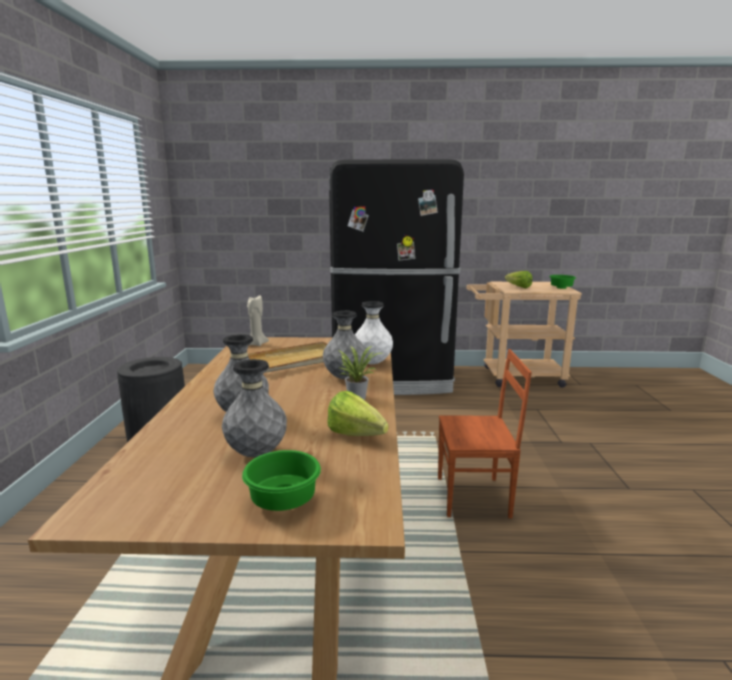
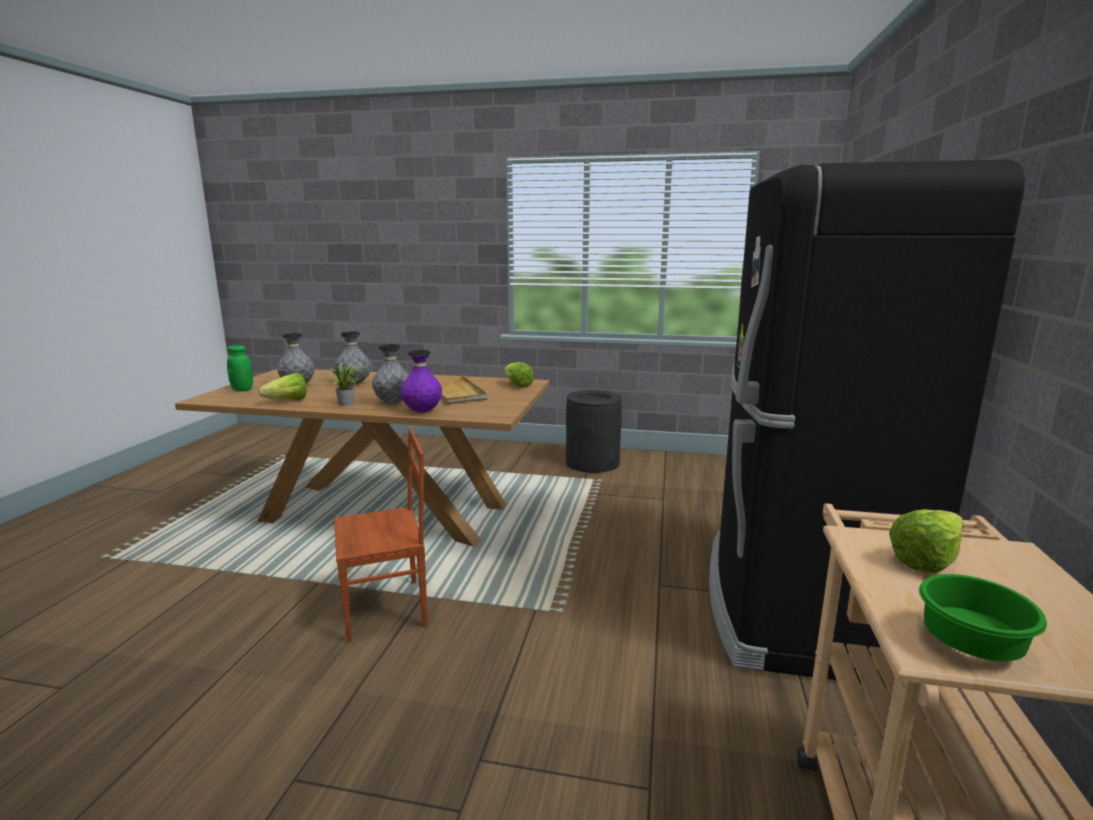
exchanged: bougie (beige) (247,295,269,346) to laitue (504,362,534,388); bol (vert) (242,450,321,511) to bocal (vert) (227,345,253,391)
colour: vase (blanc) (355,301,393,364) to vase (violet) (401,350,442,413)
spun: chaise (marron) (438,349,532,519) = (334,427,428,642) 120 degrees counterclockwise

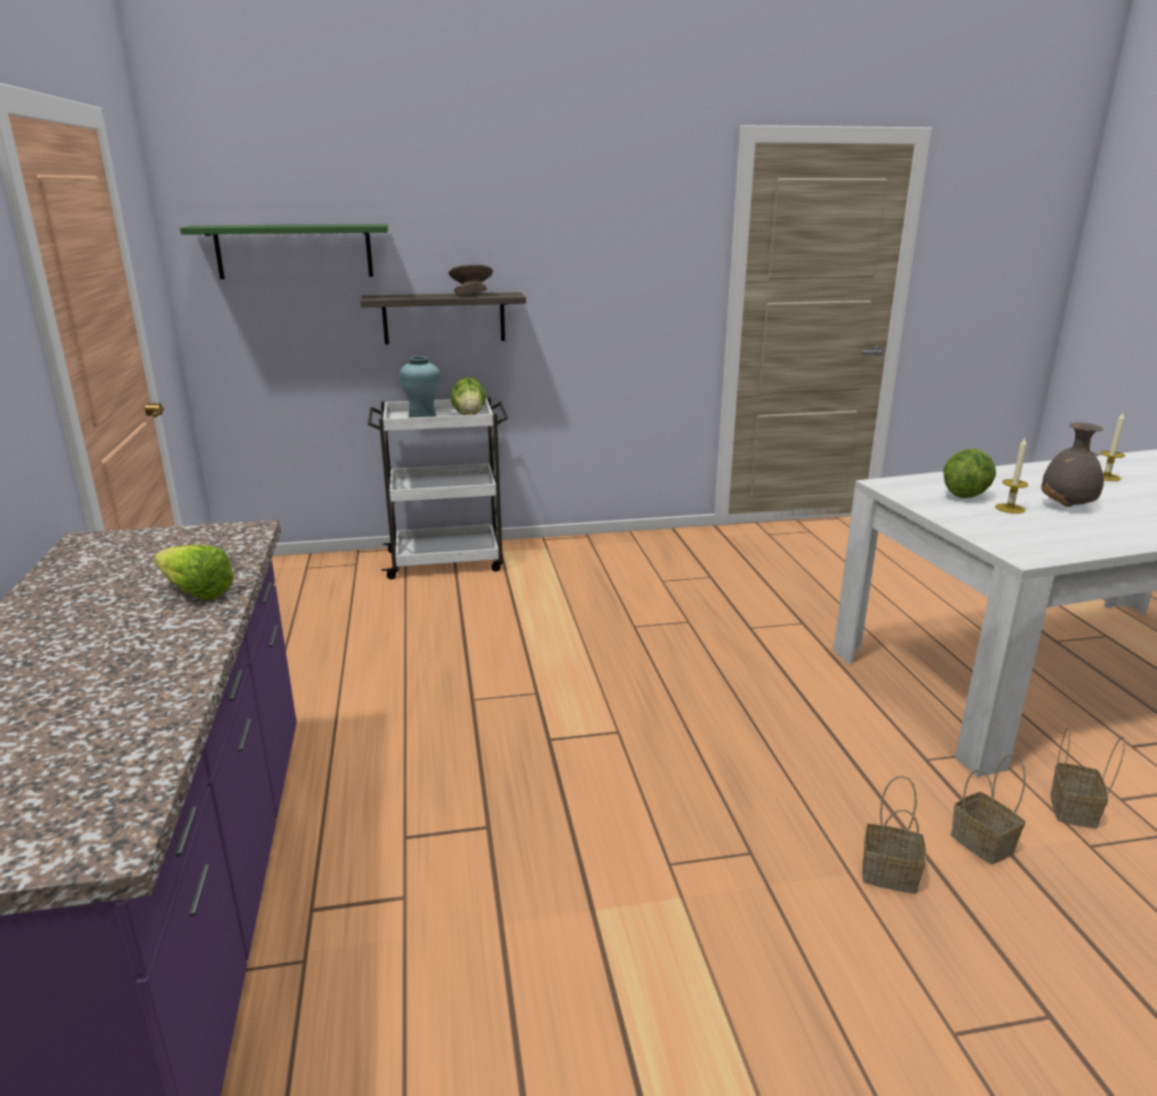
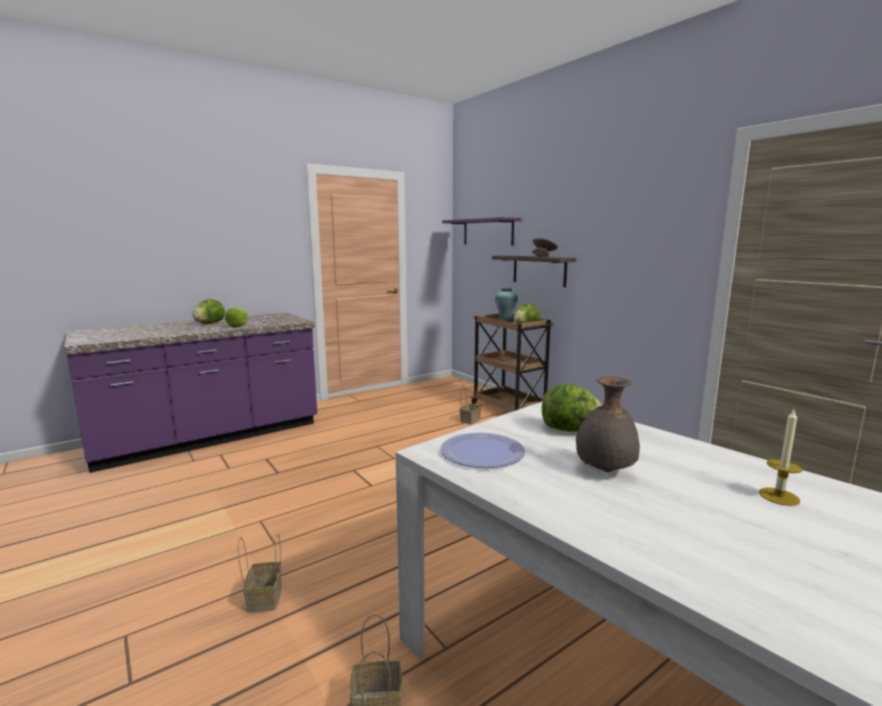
missing: bougie (995,438,1028,514)
appeared: laitue (193,299,225,324); assiette (441,432,525,468)
relocated: panier (951,754,1026,865) to (460,385,481,425)
colour: étagère (vert) (180,224,388,279) to étagère (violet) (442,217,521,246); chariot (blanc) (367,397,508,579) to chariot (marron) (470,313,554,412)

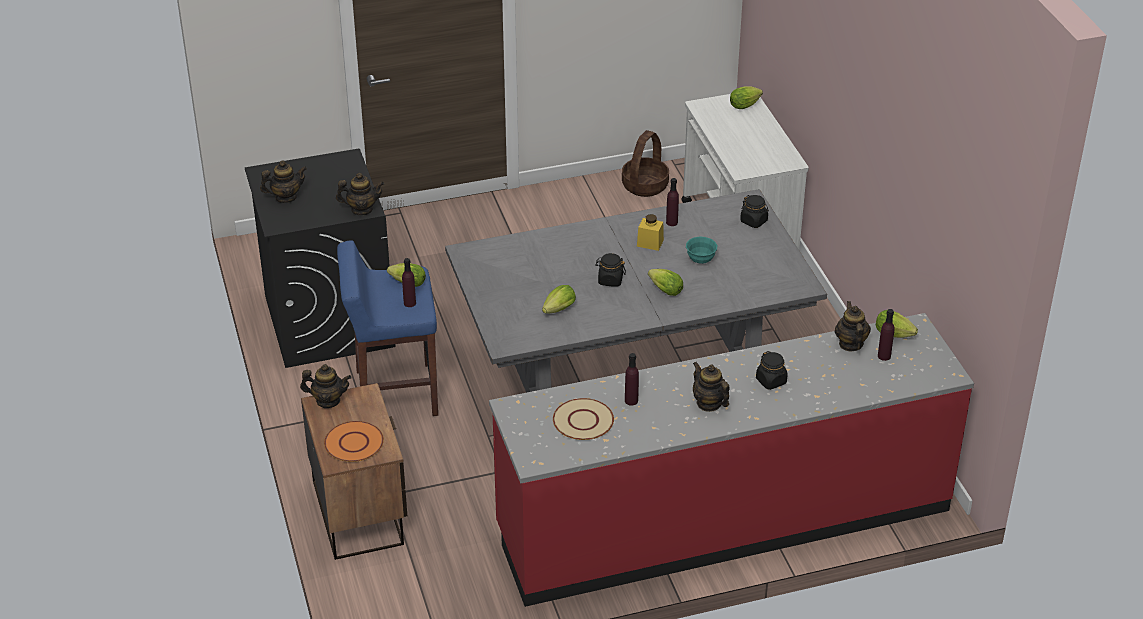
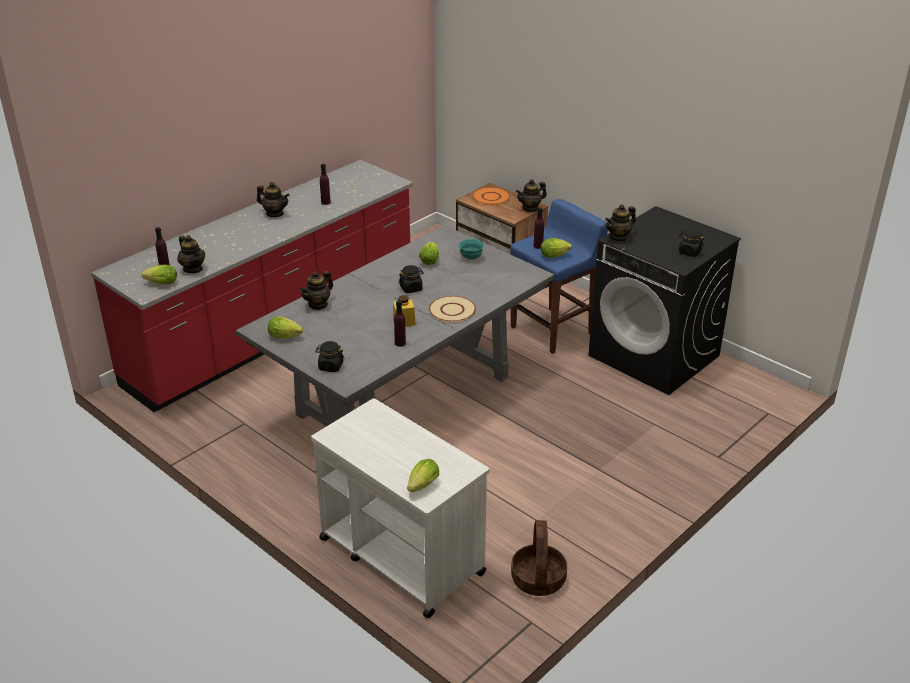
relocated: théière (260,161,307,203) to (300,271,333,310); bol (turquoise) (686,236,718,264) to (459,239,484,260); laitue (648,269,683,296) to (268,316,303,339); bocal (noir) (756,351,788,390) to (679,229,704,257); assiette (beige) (553,398,614,440) to (429,296,476,322)

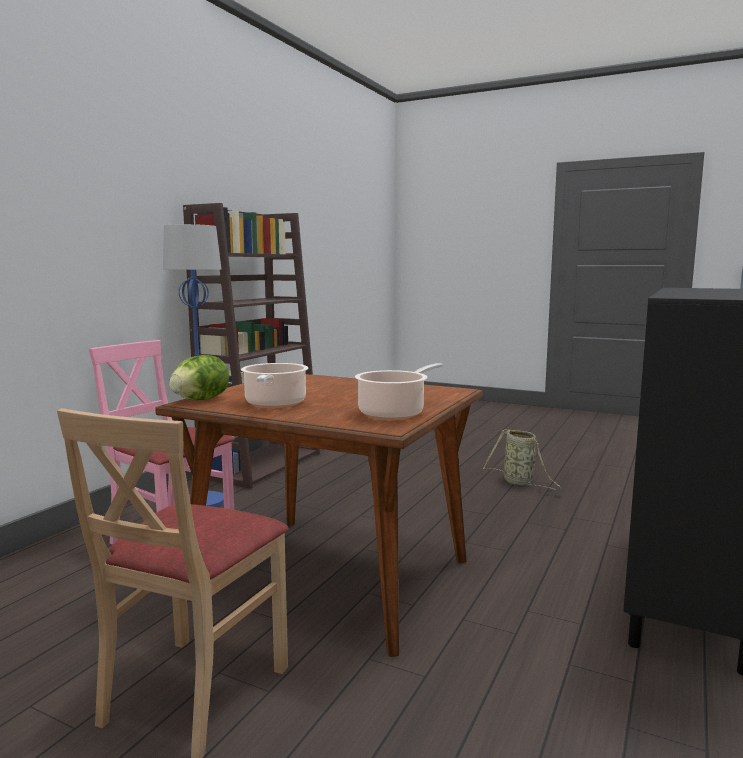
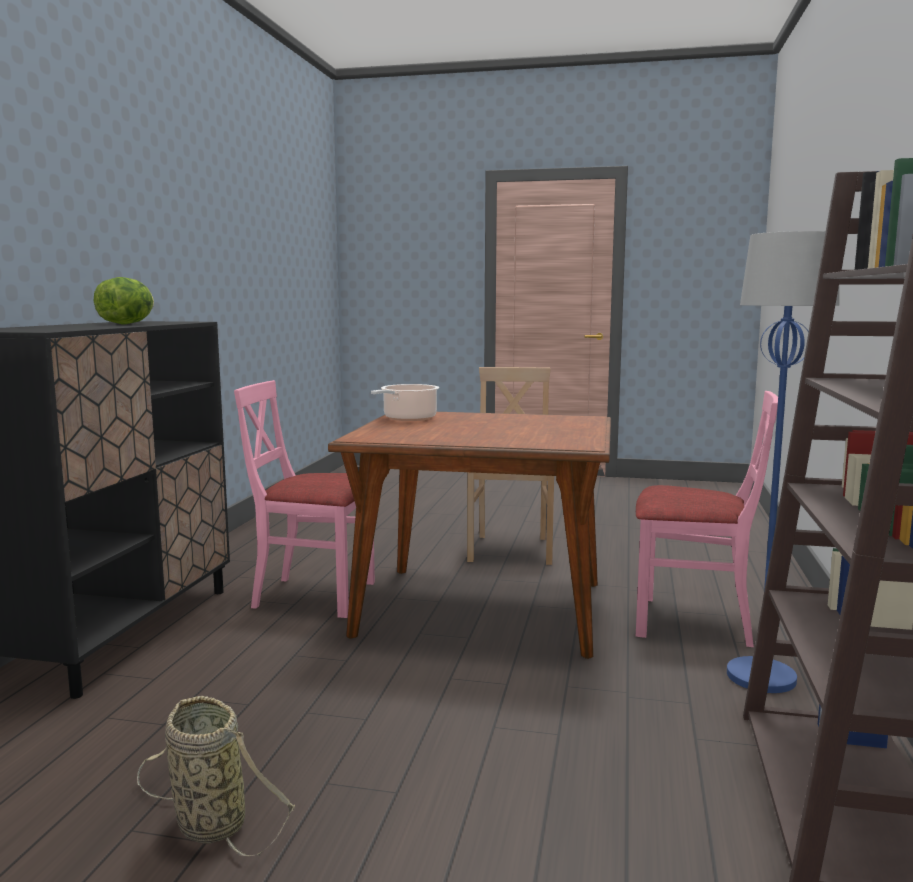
missing: marmite (241,363,308,408)
appeared: chaise (rose) (234,380,375,618)
relocated: laitue (169,355,229,400) to (94,277,154,324)

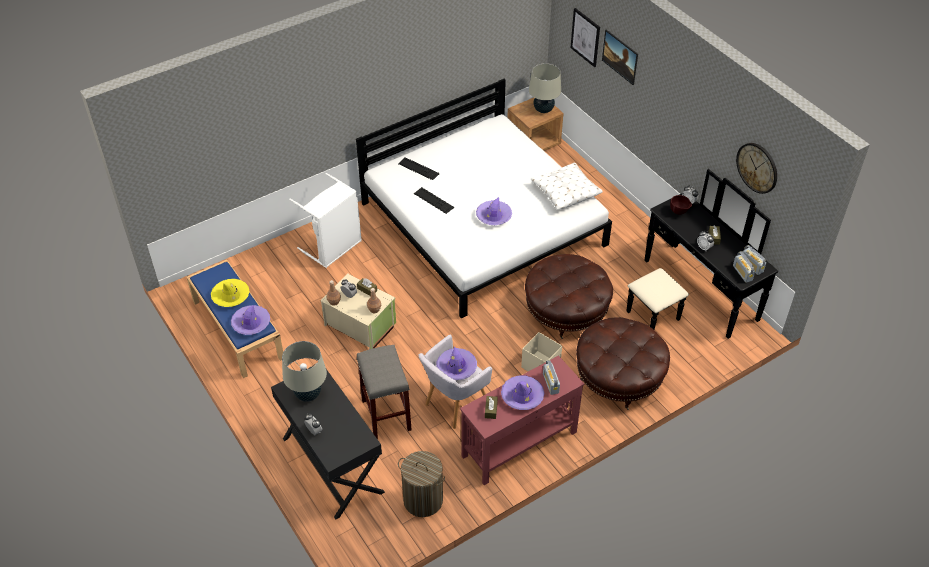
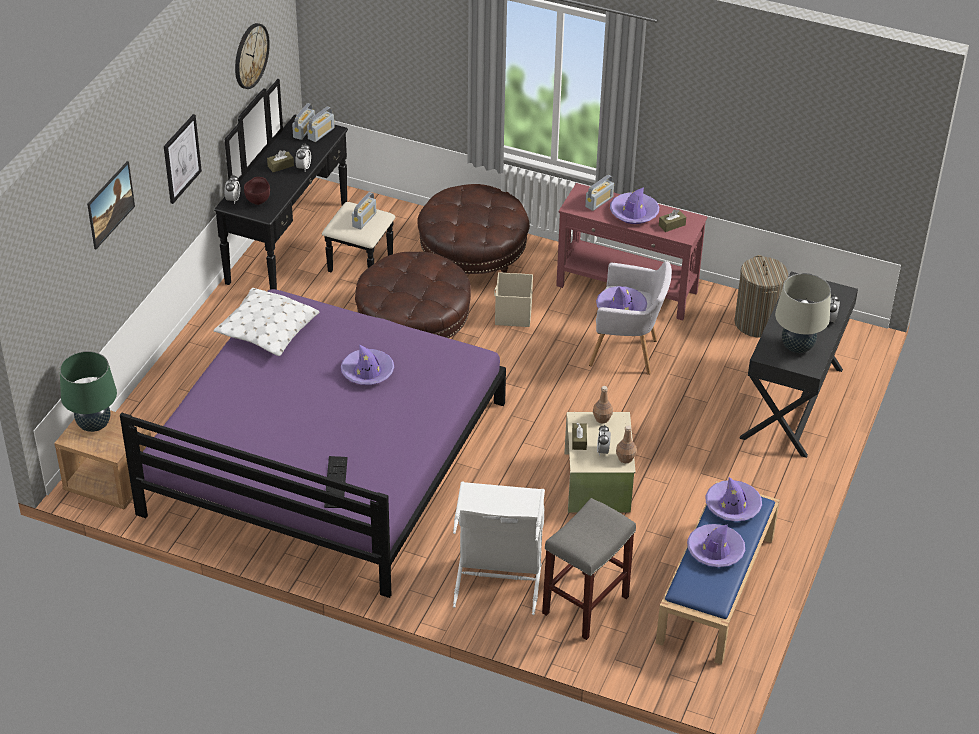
missing: clavier (414,187,454,214)
appeared: radio (352,192,376,229)
relocated: tableau (571,8,600,67) to (164,114,202,204); tabouret (gris) (357,345,412,439) to (542,498,636,640)
colour: lampe de table (beige) (529,63,561,113) to lampe de table (vert) (60,351,117,432); lit (blanc) (356,79,612,319) to lit (violet) (120,289,506,598); chapeau (jaune) (211,279,249,307) to chapeau (violet) (687,524,745,567)

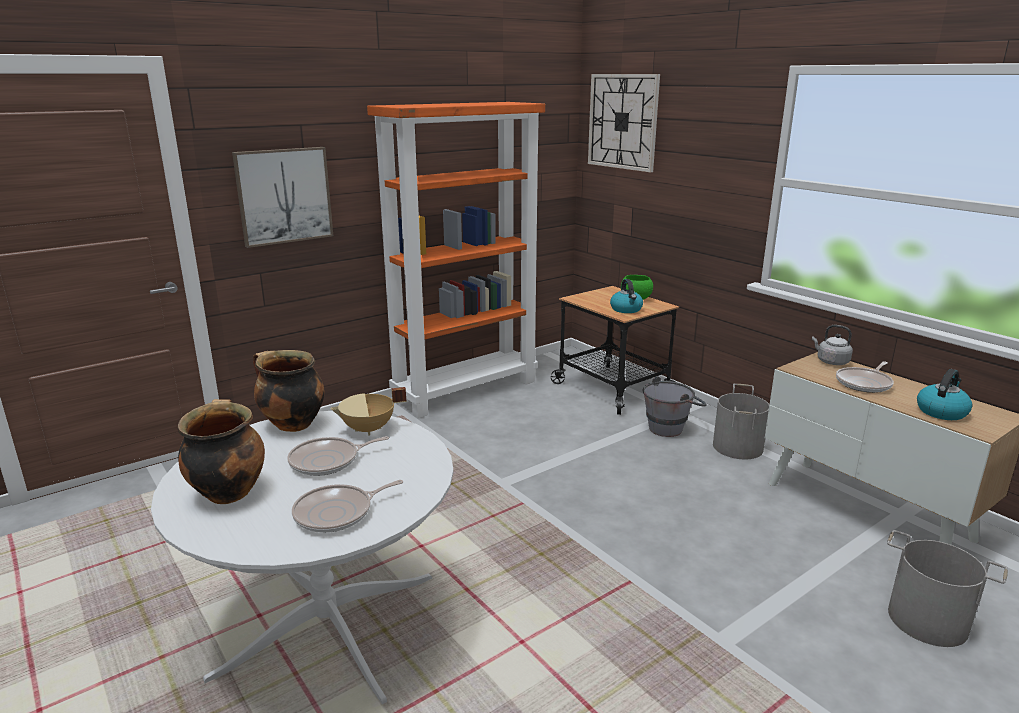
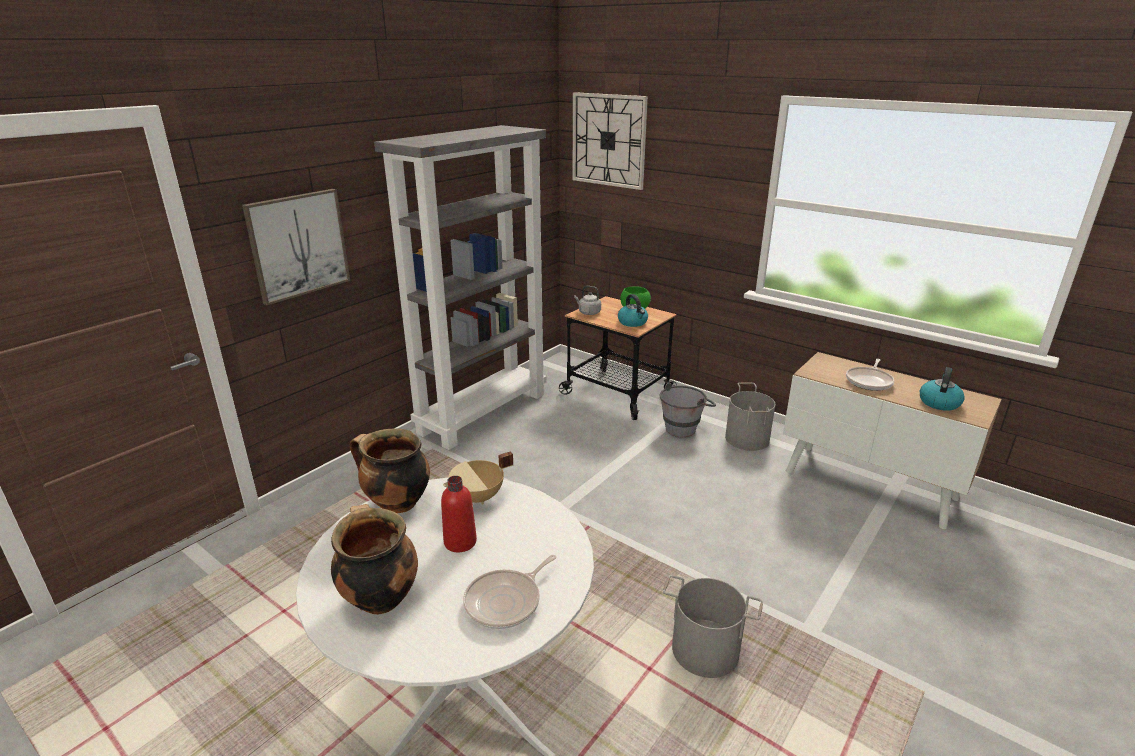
relocated: bouilloire (gris) (812,325,853,365) to (574,286,601,315); seau (gris) (887,530,1008,647) to (663,575,763,678)
exchanged: poêle (287,436,389,476) to bouteille (rouge) (441,476,477,552)
colour: bibliothèque (orange) (367,102,545,418) to bibliothèque (gris) (374,125,547,450)

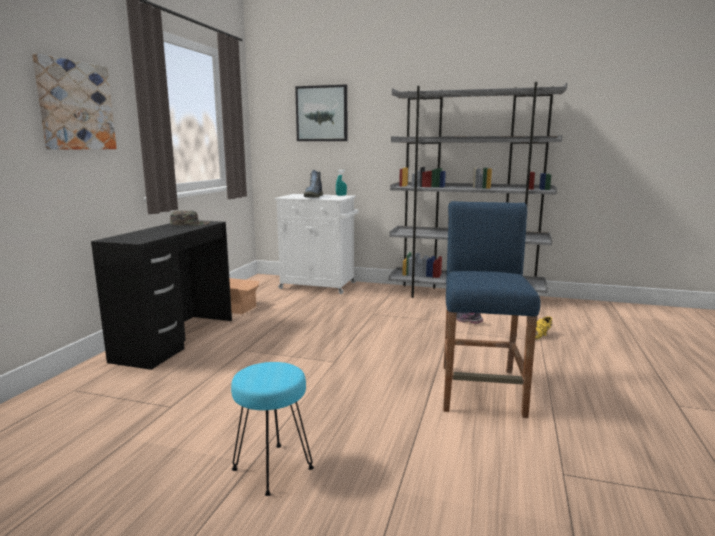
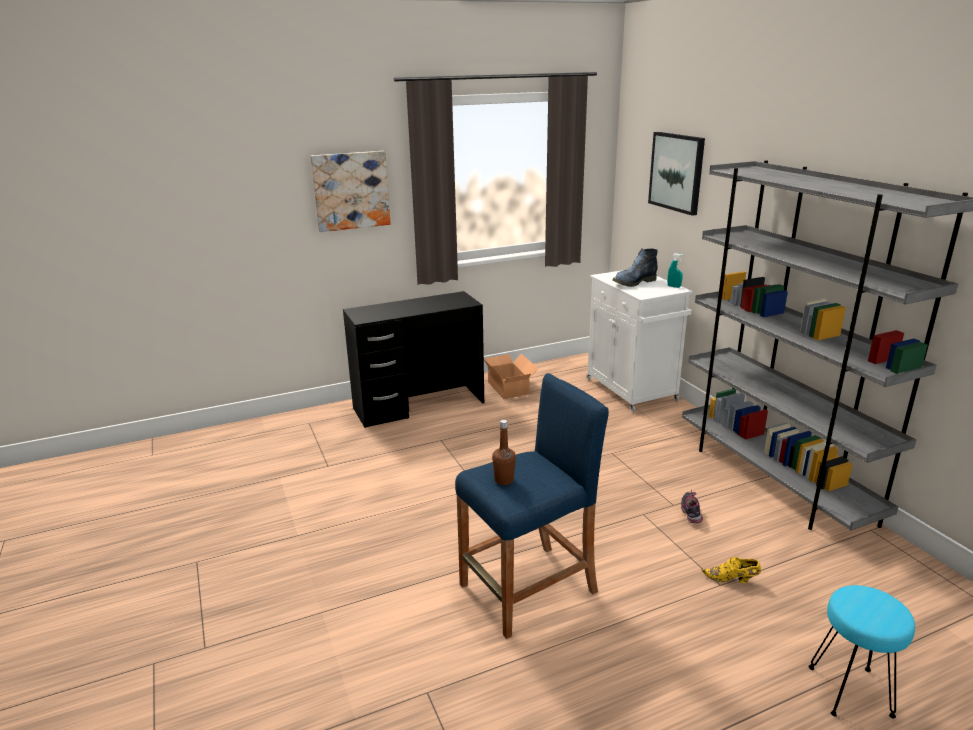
missing: casquette (vert) (170,211,211,226)
appeared: bouteille (marron) (492,420,516,485)
relocated: tabouret (turquoise) (231,362,314,496) to (809,585,915,718)

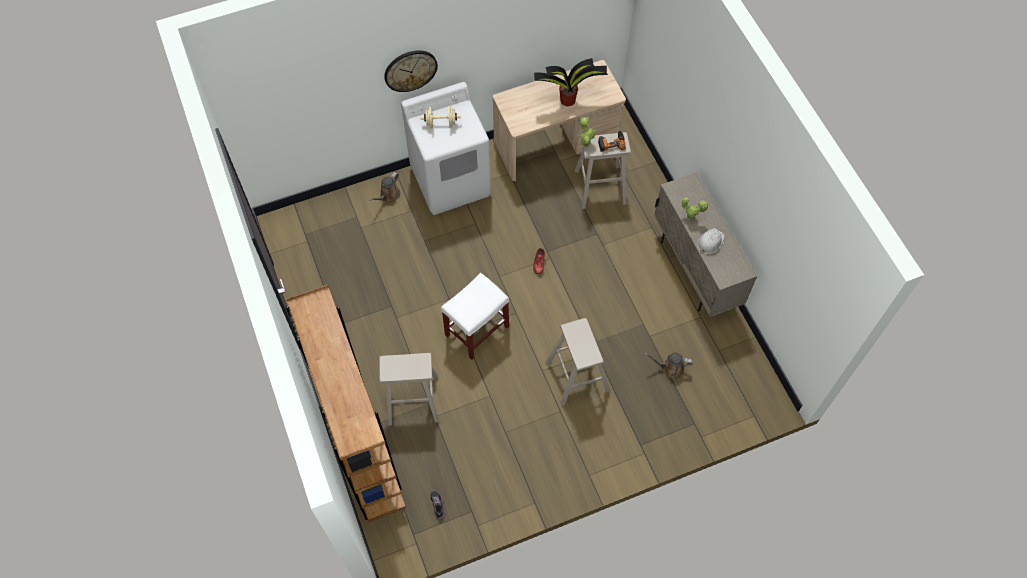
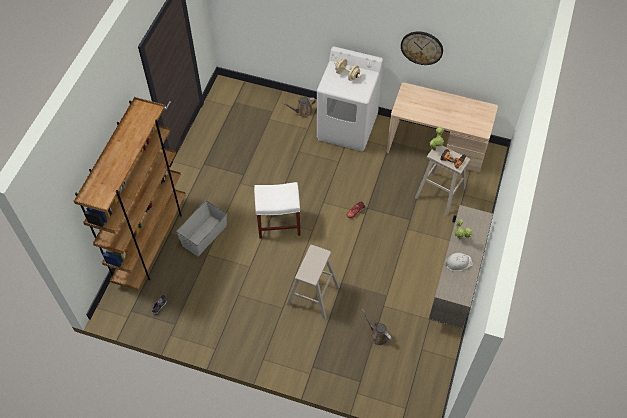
missing: plante en pot (534,58,608,106)
relocated: horloge murale (384,50,438,92) to (401,31,443,65)
exchanged: tabouret (beige) (379,353,439,426) to boîte de rangement (gris) (176,200,227,256)

